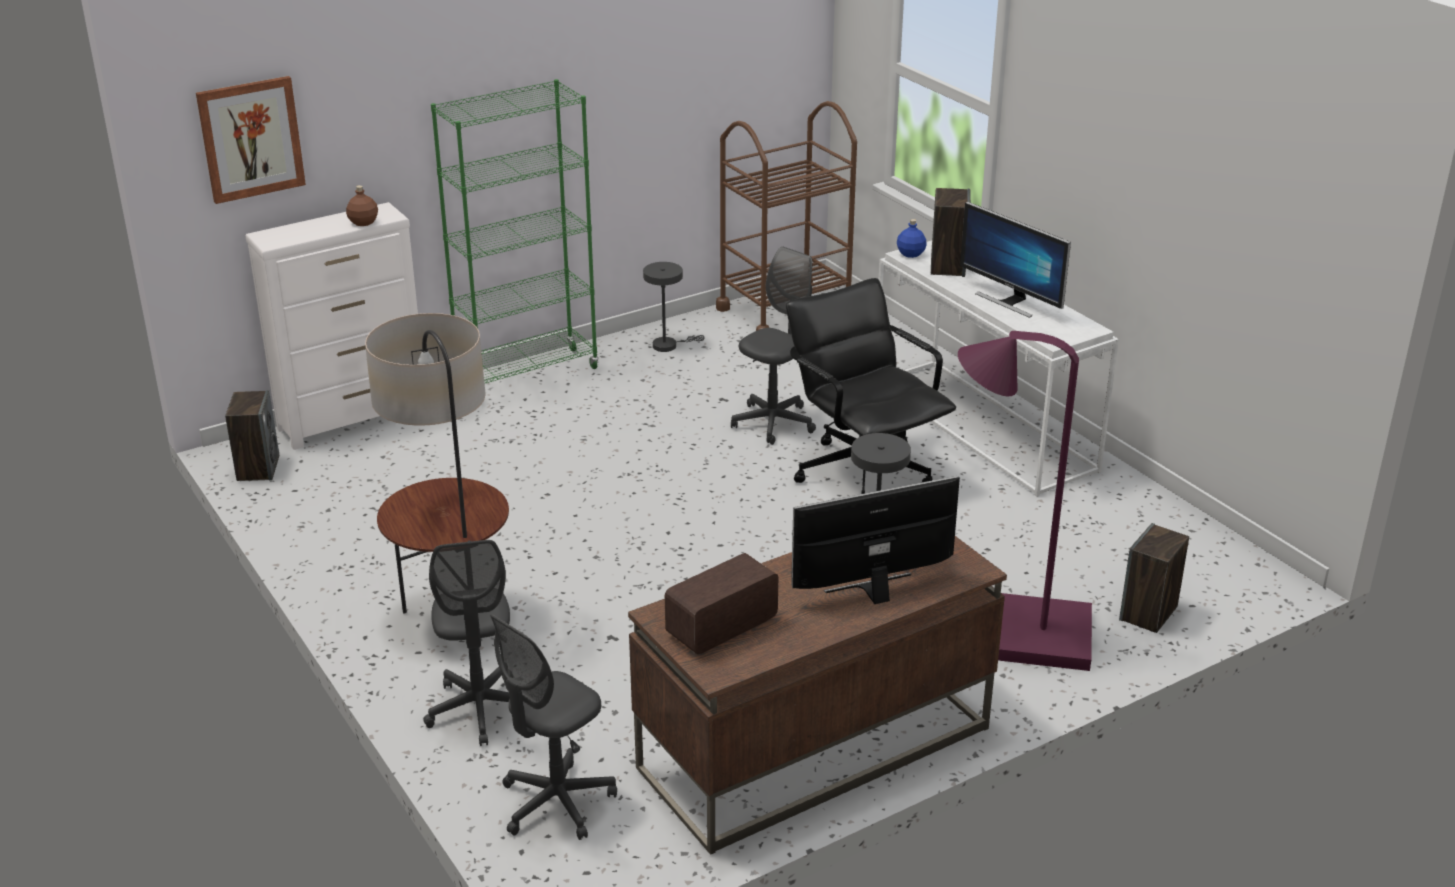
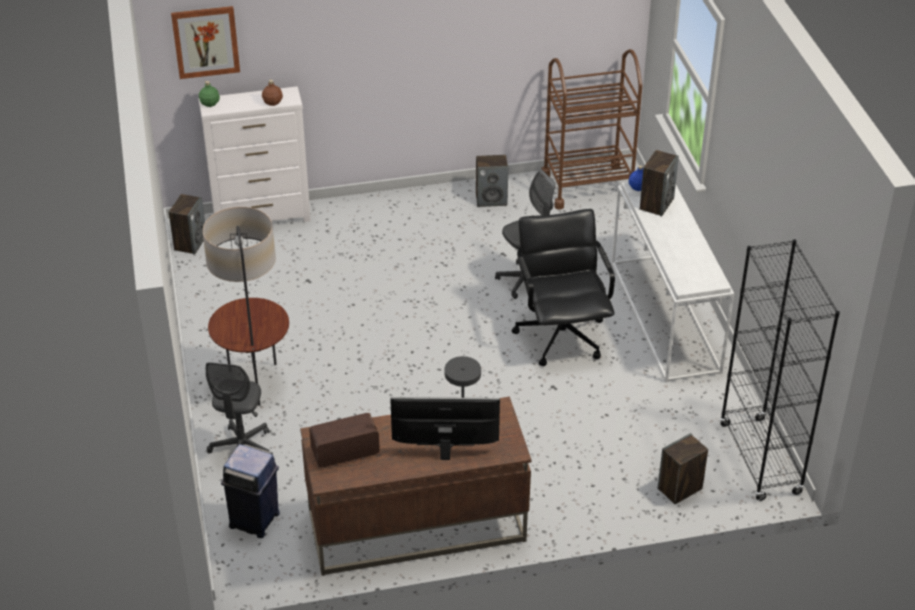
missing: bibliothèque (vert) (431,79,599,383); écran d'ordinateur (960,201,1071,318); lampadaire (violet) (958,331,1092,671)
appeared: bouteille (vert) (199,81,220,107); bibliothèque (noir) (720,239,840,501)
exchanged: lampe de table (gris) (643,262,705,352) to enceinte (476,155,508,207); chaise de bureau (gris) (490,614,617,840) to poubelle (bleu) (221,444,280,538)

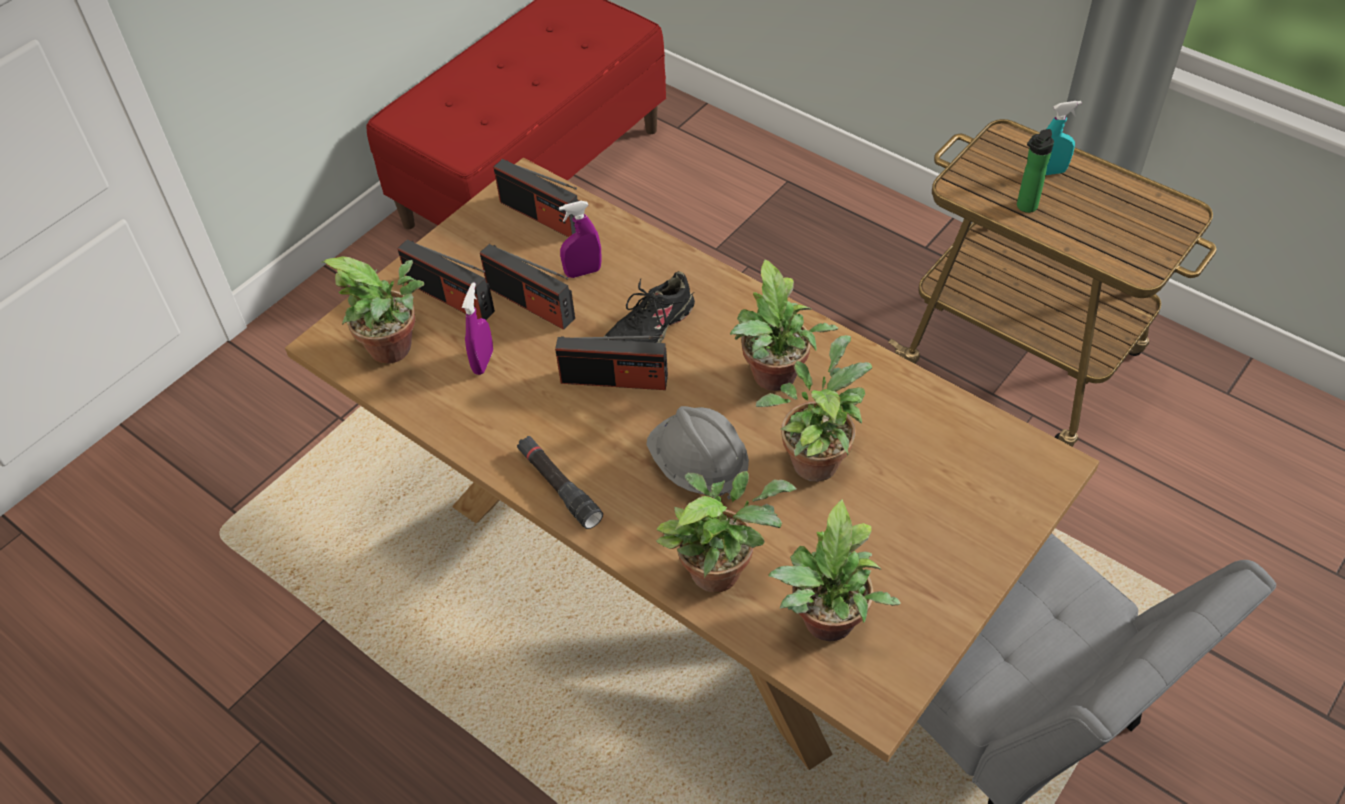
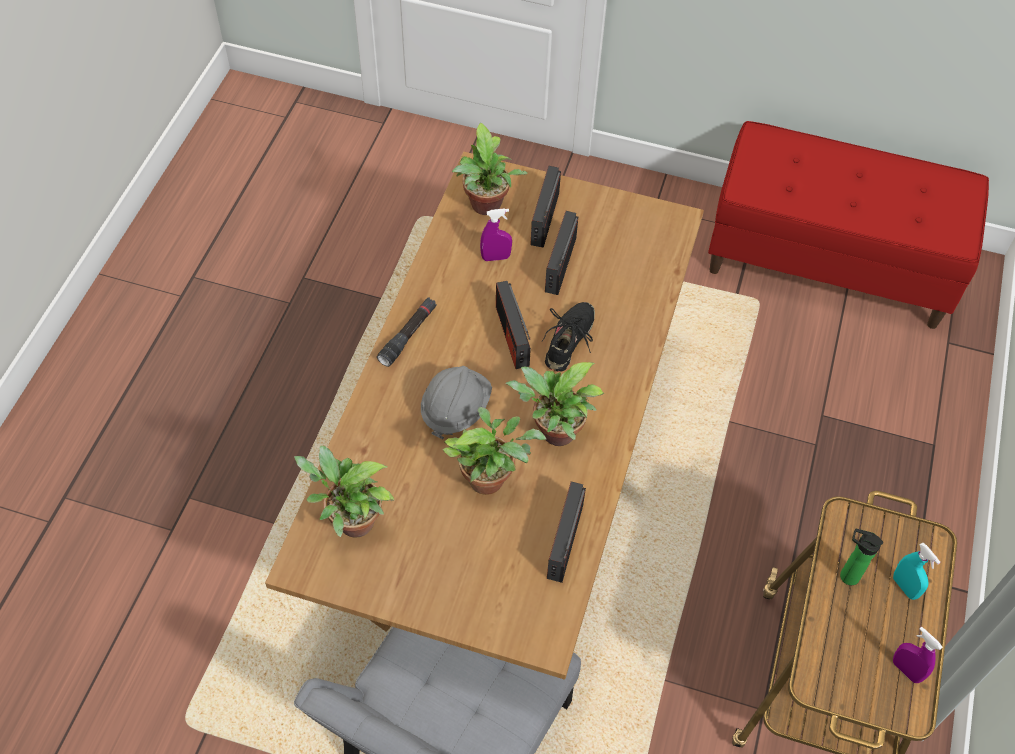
missing: plante en pot (656,471,797,593)
relocated: radio (494,159,579,237) to (547,481,586,583); vaporisateur (violet) (559,201,602,278) to (893,627,943,683)
spun: chaussure (noir) (604,271,695,343) = (542,302,595,372) 90 degrees clockwise

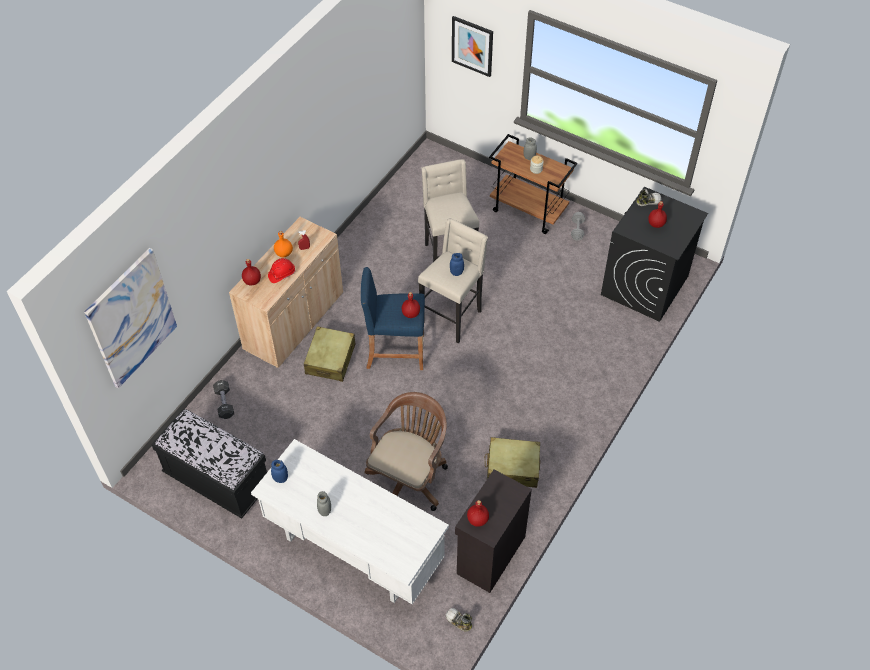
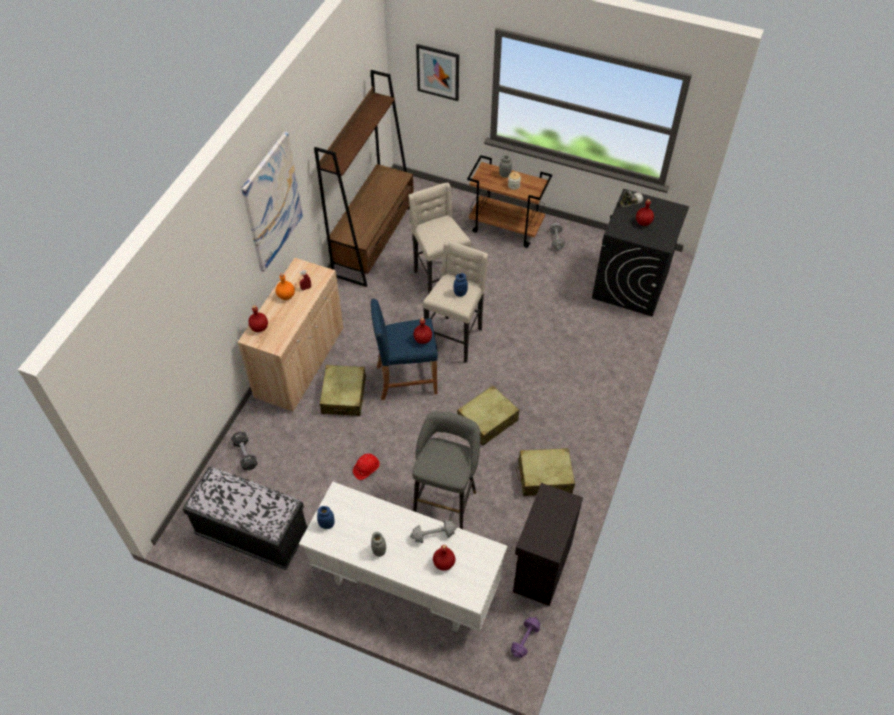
appeared: bibliothèque (marron) (314,70,414,287); valise (beige) (457,385,519,446); haltère (gris) (410,519,457,543)
relocated: tableau (84,248,177,388) to (241,131,303,272); casque de chantier (rouge) (268,258,295,283) to (353,454,380,480); bouteille (rouge) (467,500,489,527) to (433,544,455,571)
exchanged: chaise de bureau (marron) (365,392,448,511) to tabouret (gris) (412,411,481,529); chaussure (446,608,472,631) to haltère (violet) (511,617,540,658)

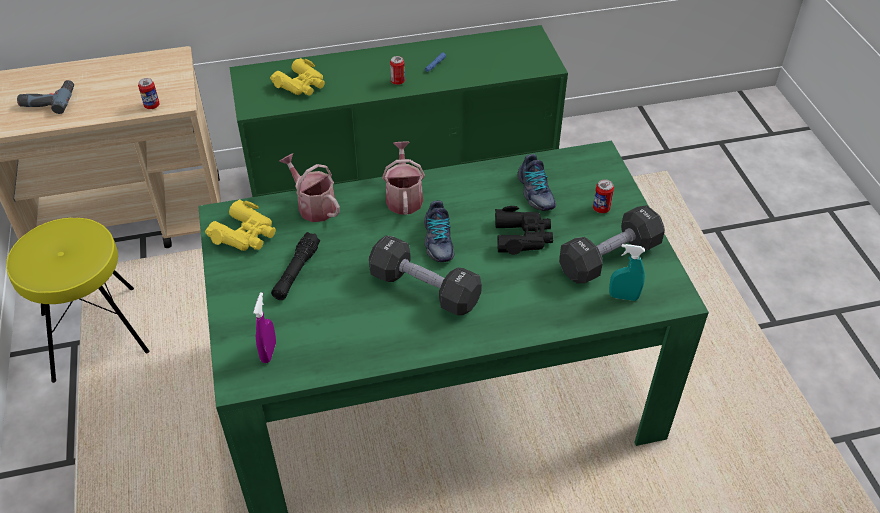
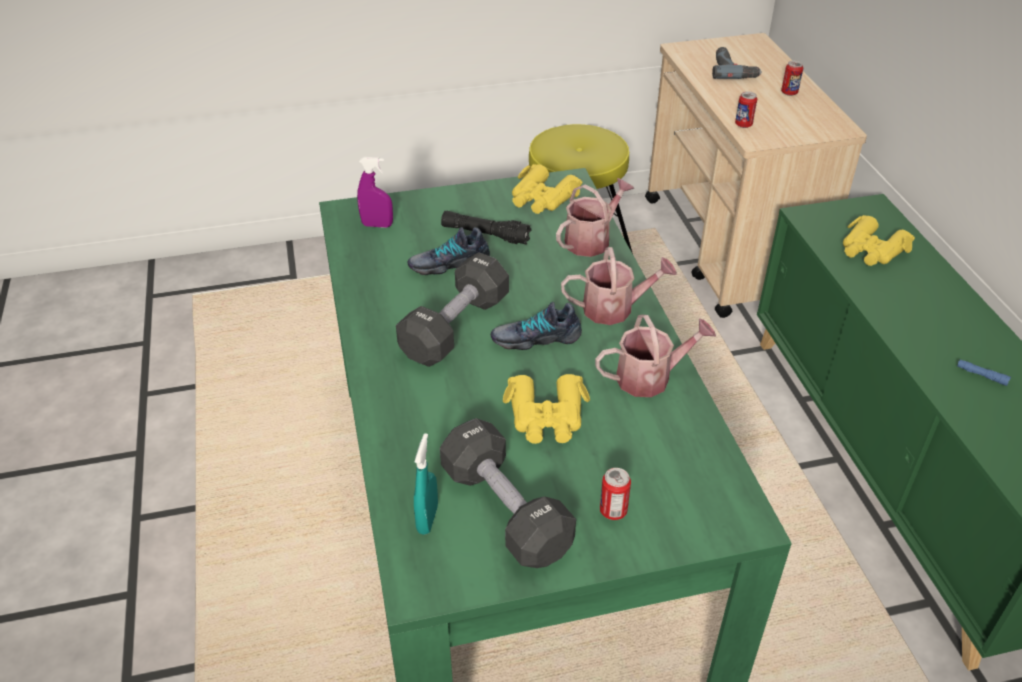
appeared: arrosoir (595,315,716,397)
relocated: boîte métallique (390,56,405,85) to (781,61,803,96); chaussure (517,154,556,211) to (408,227,490,275)
colour: jumelles (noir) (495,206,553,255) to jumelles (jaune) (503,374,590,444)

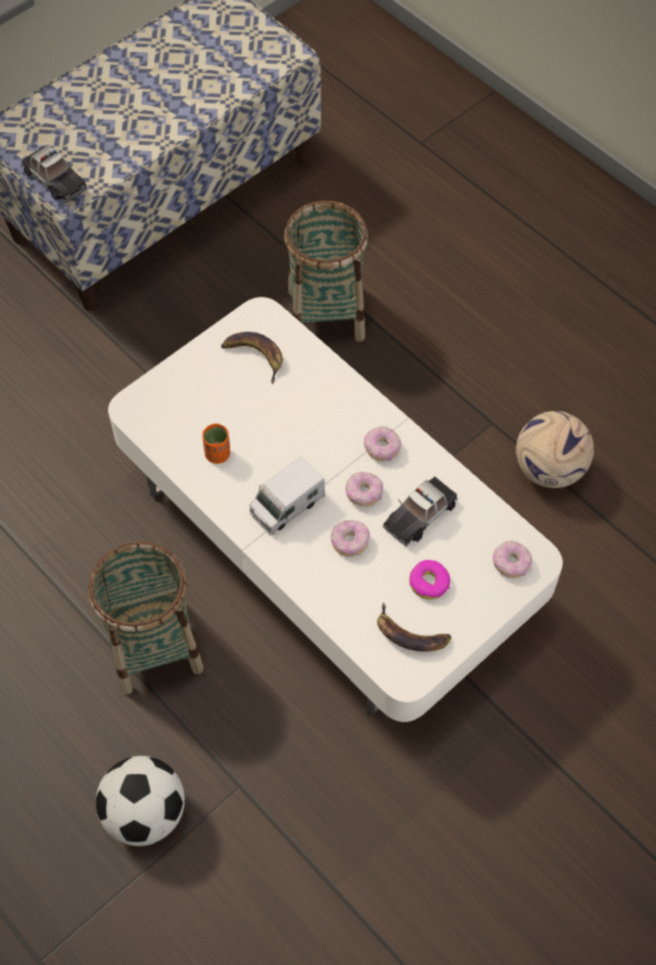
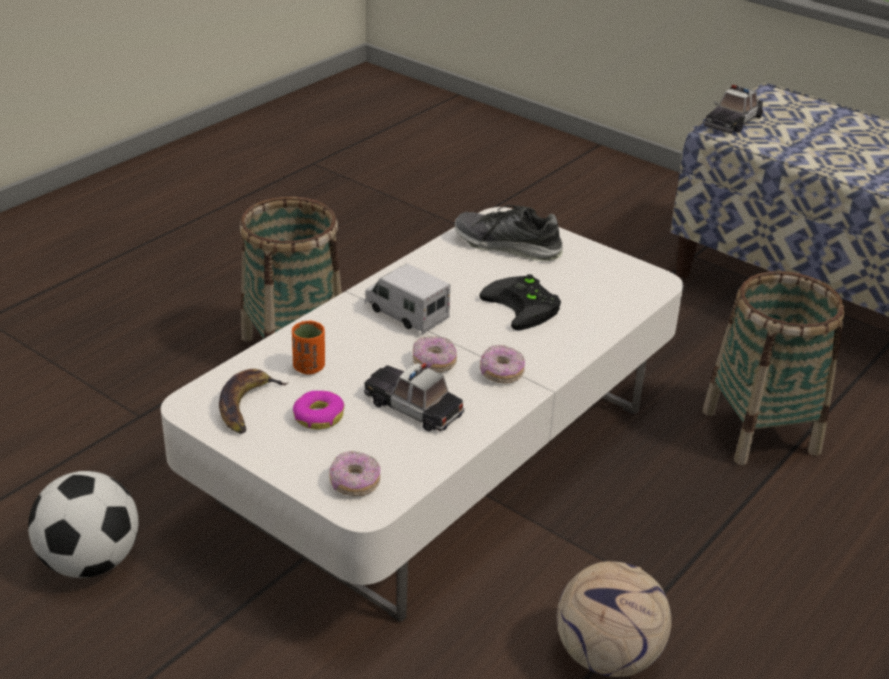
missing: banane (221,332,283,384); beignet (331,520,370,557)
appeared: chaussure (455,205,563,261); manette (noir) (479,274,561,330)
relocated: tasse (orange) (202,424,230,464) to (292,320,325,374); ballon de foot (96,756,185,846) to (28,471,139,578)

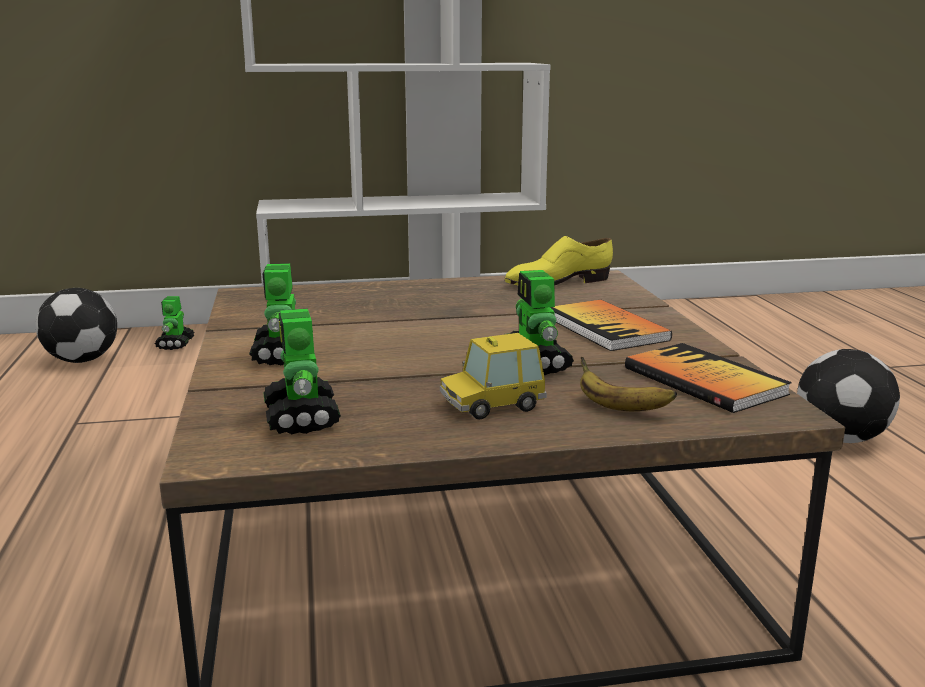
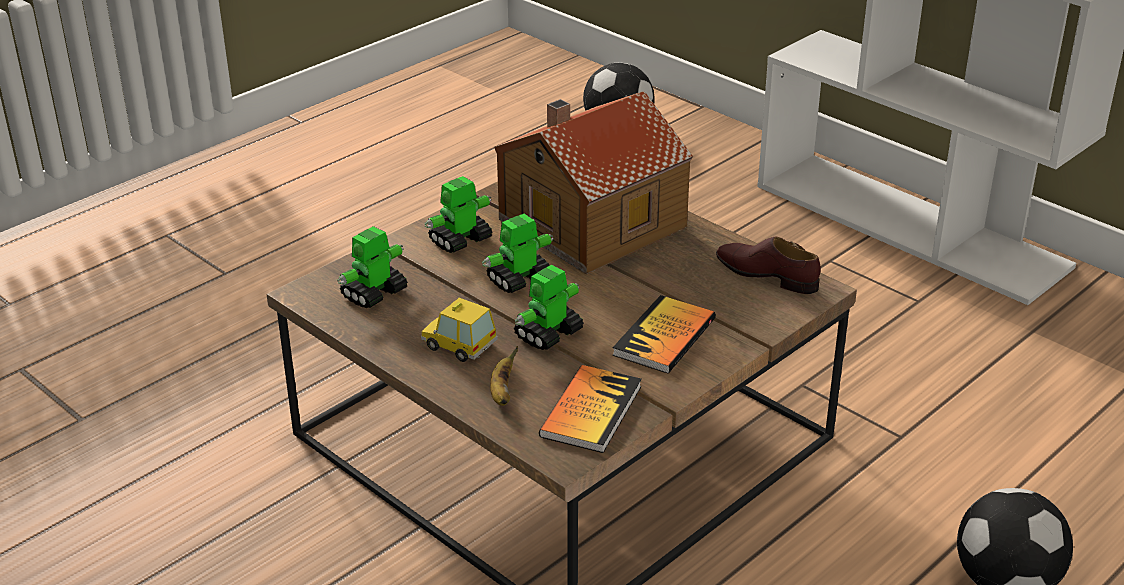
appeared: maison miniature (494,91,693,274)
relocated: robot jouet (154,296,194,350) to (482,214,554,293)
colour: chaussure (jaune) (505,236,613,286) to chaussure (marron) (716,237,821,294)

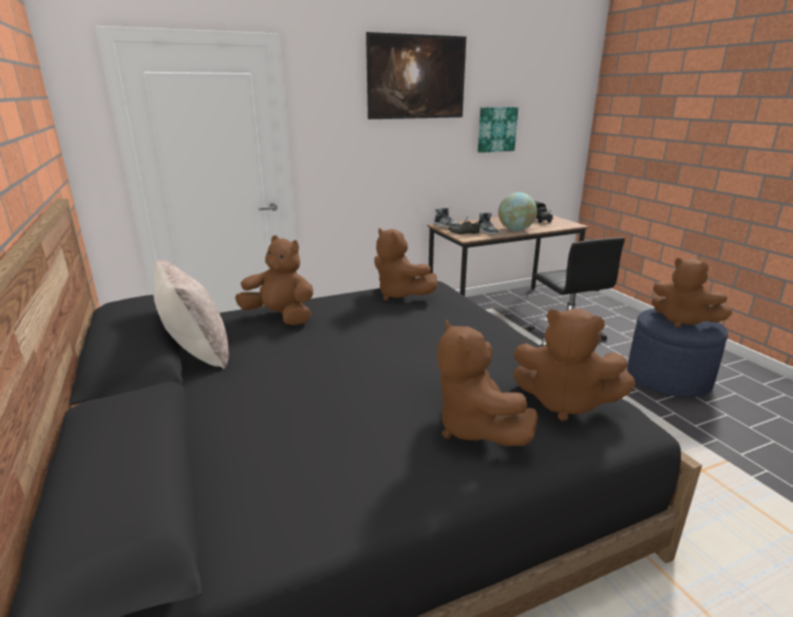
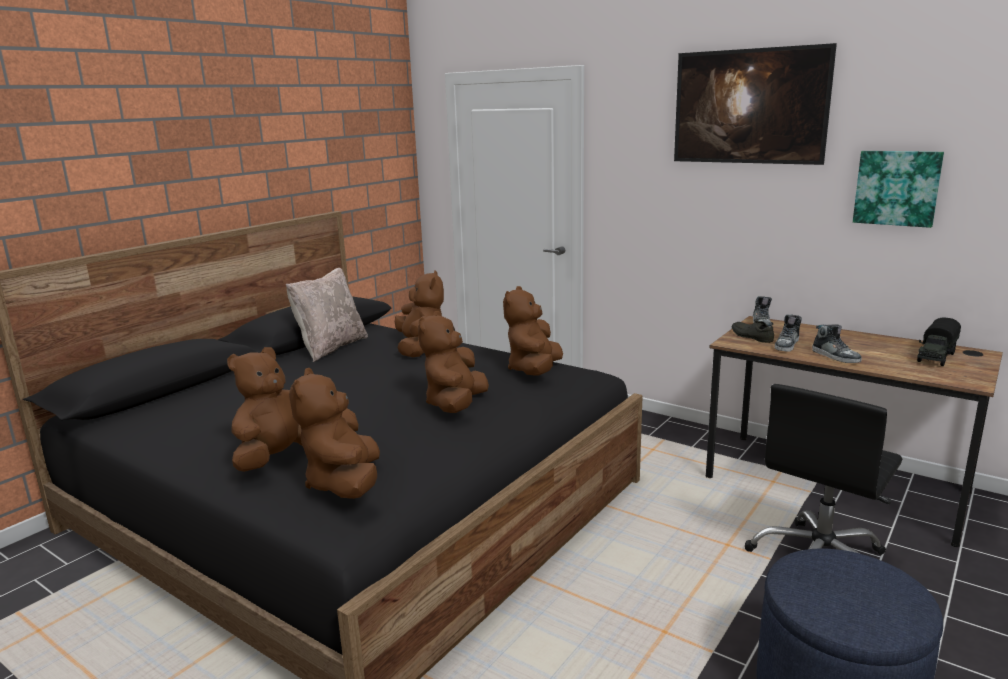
relocated: peluche (marron) (652,258,732,327) to (418,311,489,413)
exchanged: globe (498,192,537,231) to chaussure (812,324,862,363)

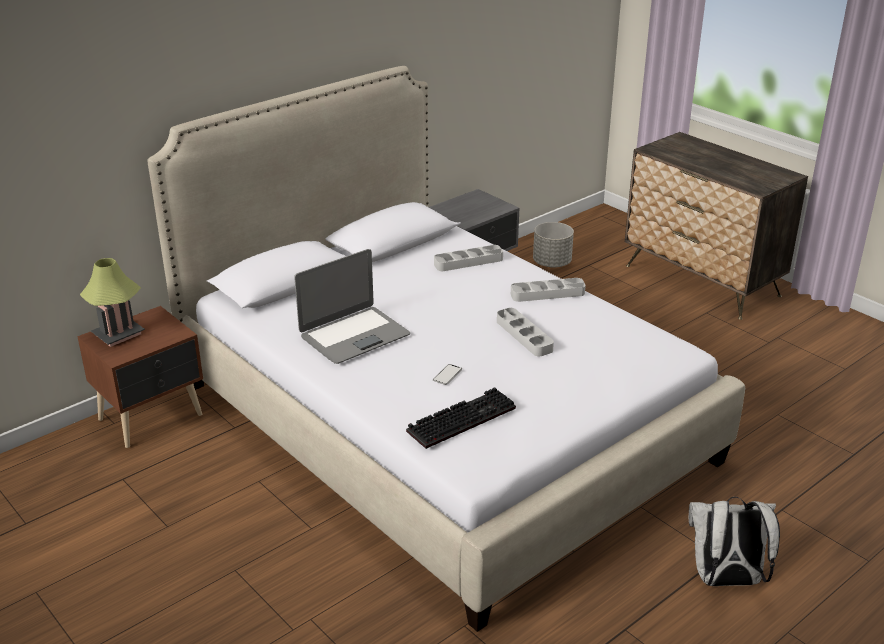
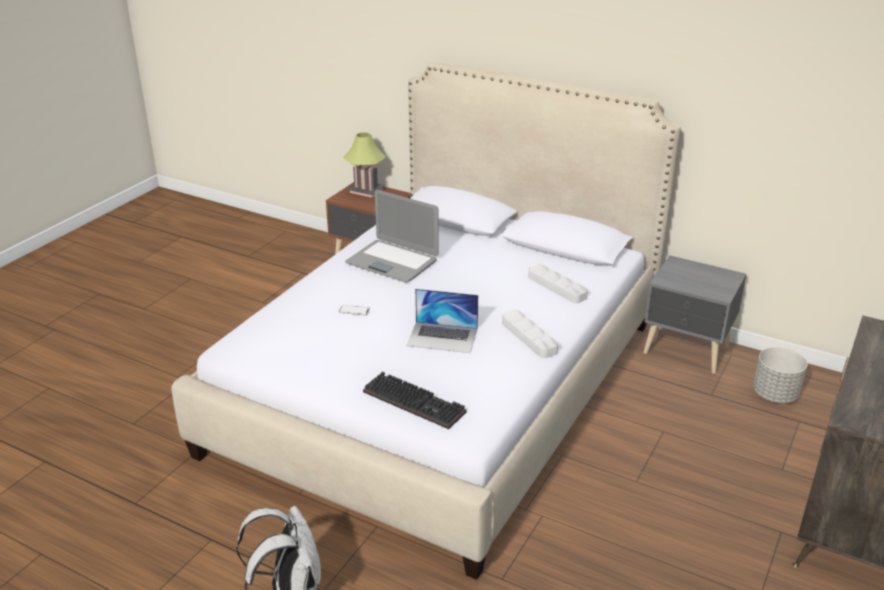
relocated: clavier (406,387,516,449) to (363,372,467,429)
exchanged: plateau (gris) (497,308,554,356) to ordinateur portable (407,289,478,353)

